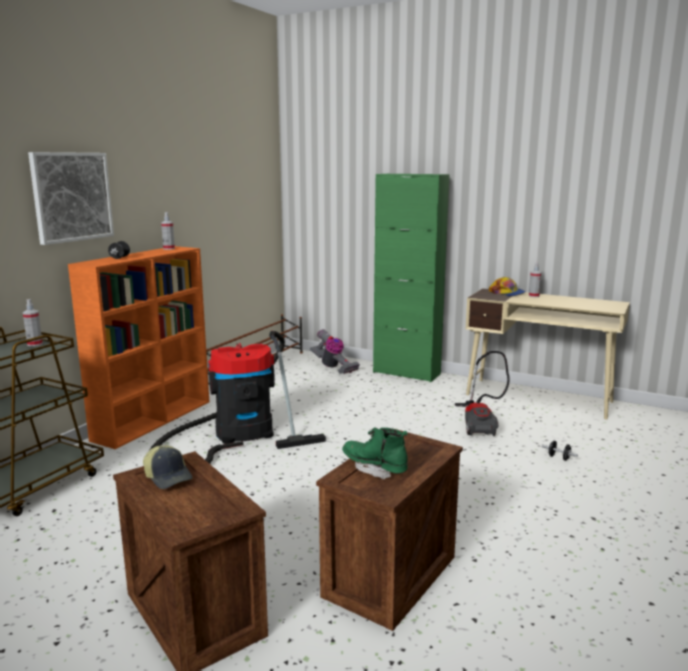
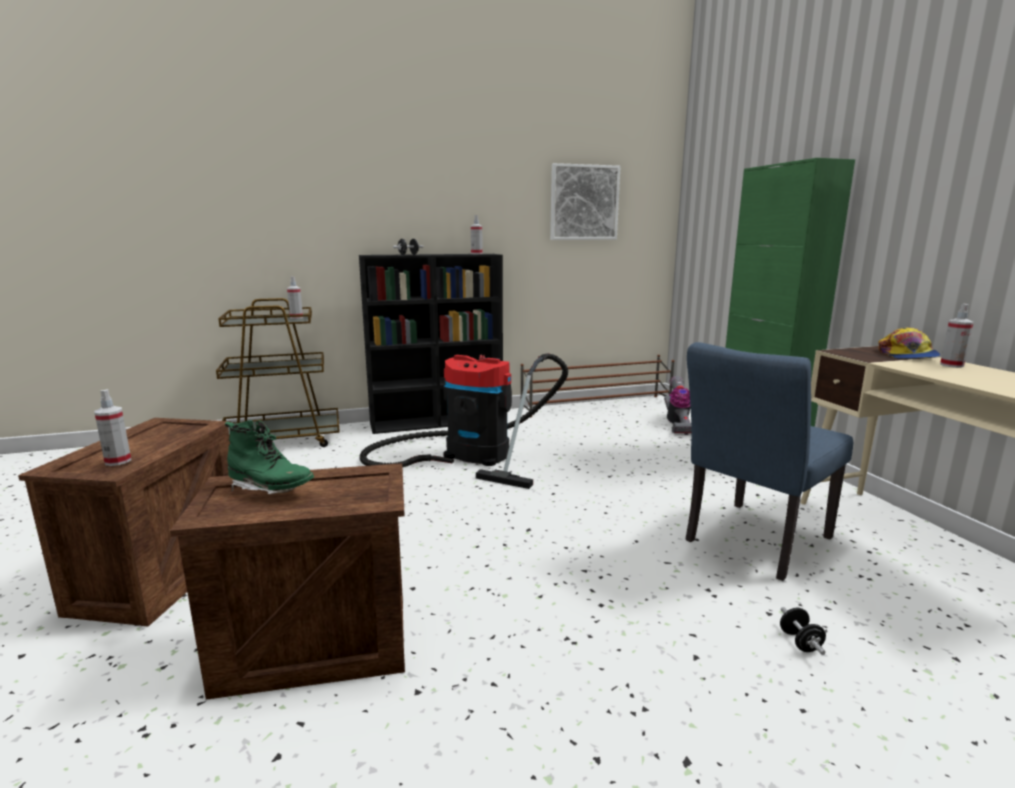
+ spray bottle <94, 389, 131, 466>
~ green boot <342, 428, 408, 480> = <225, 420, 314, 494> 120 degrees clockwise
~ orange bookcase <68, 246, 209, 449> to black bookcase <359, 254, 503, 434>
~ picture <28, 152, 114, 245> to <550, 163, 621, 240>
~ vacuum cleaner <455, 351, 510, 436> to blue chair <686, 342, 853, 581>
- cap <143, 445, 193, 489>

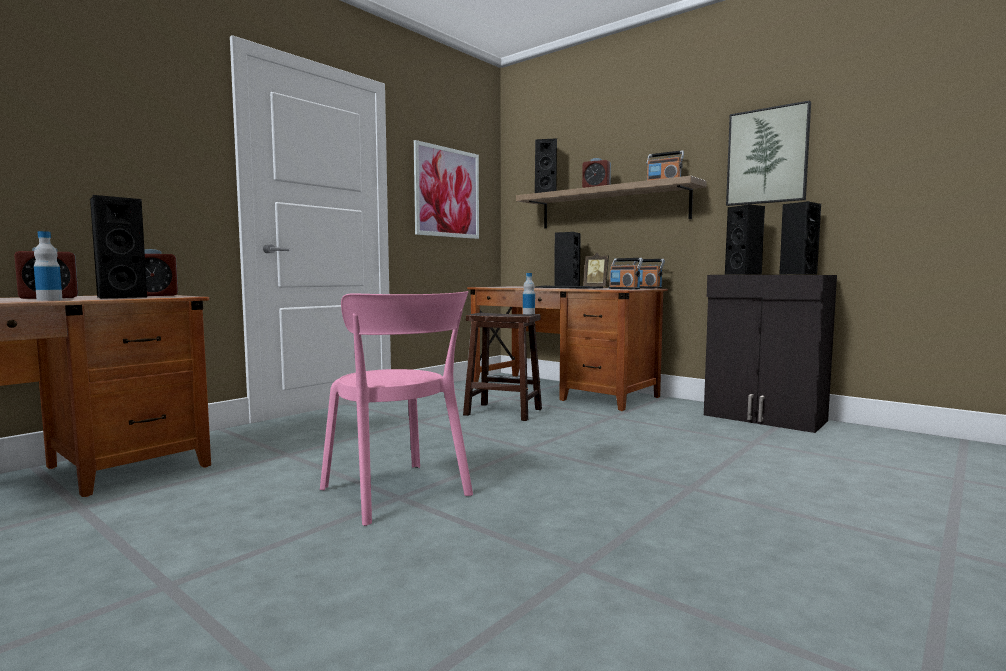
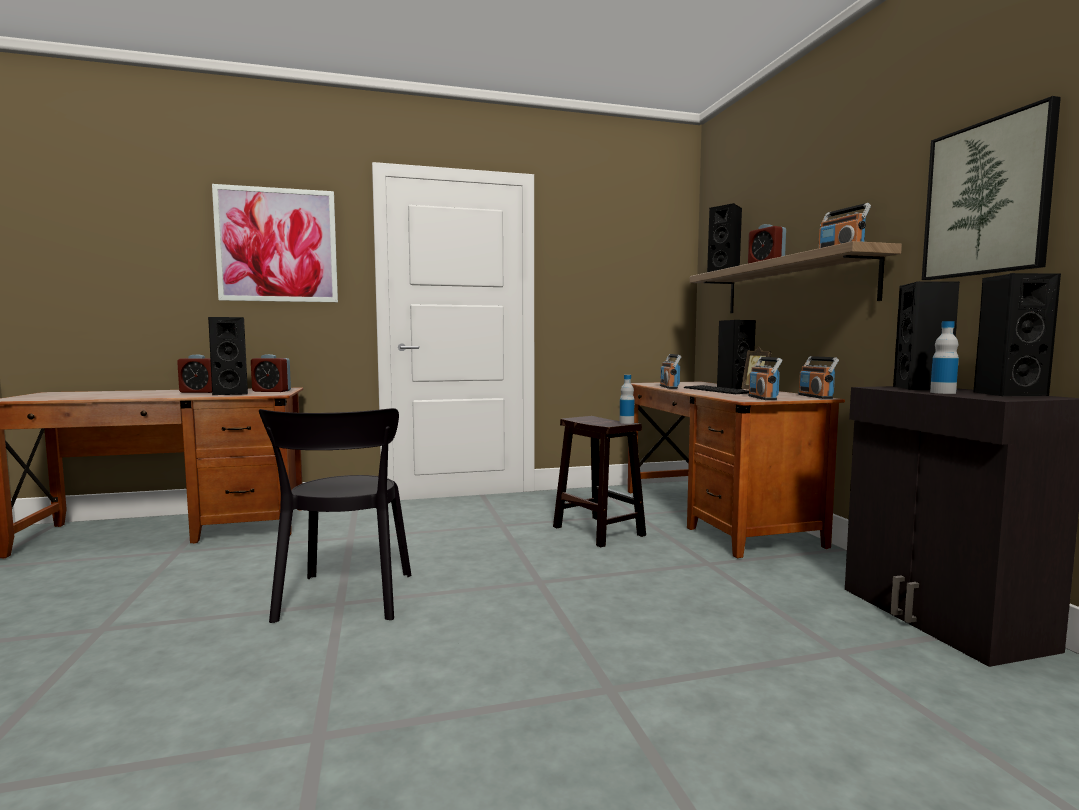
~ picture <414, 140, 479, 239> to <212, 184, 338, 302>
~ pink chair <320, 291, 473, 526> to black chair <259, 408, 411, 623>
+ radio <660, 354, 682, 389>
~ bottle <34, 231, 63, 301> to <930, 321, 959, 394>

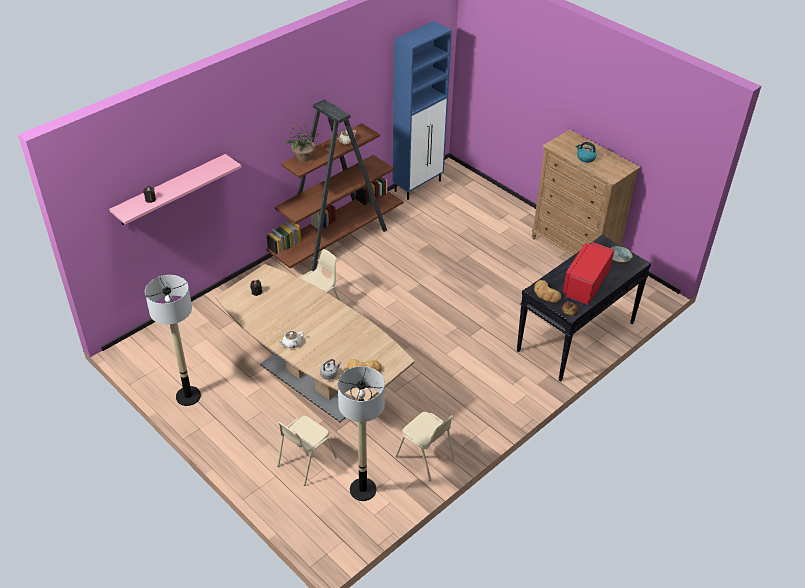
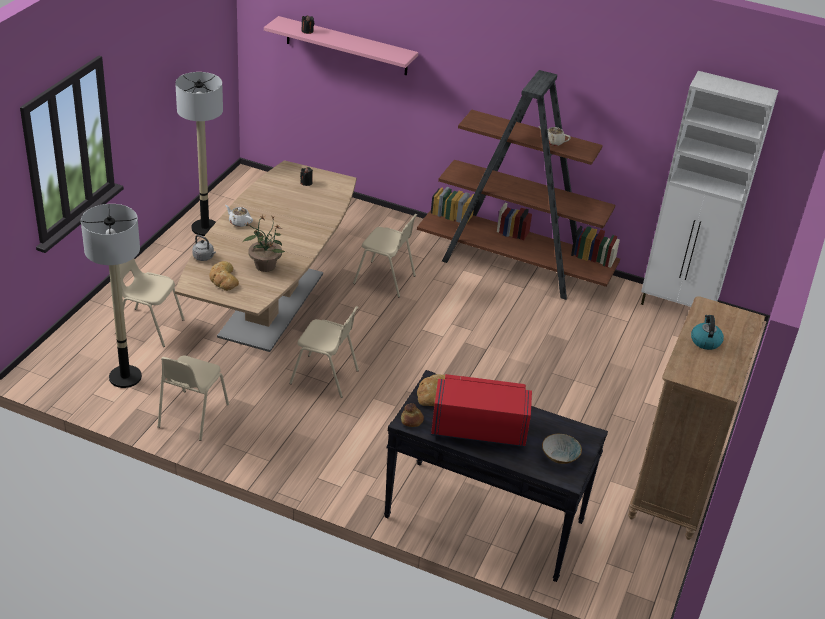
~ potted plant <286, 122, 319, 162> to <242, 215, 285, 272>
+ beige chair <289, 306, 359, 398>
~ blue cabinet <392, 21, 452, 200> to white cabinet <641, 71, 779, 307>

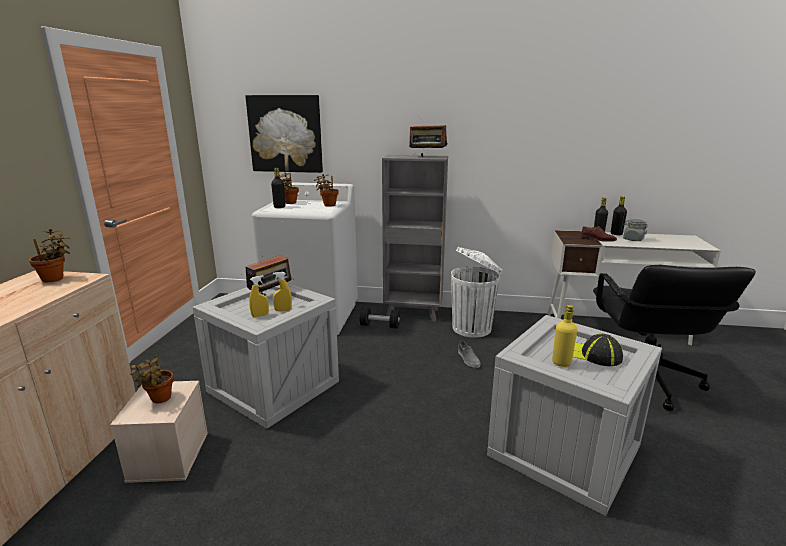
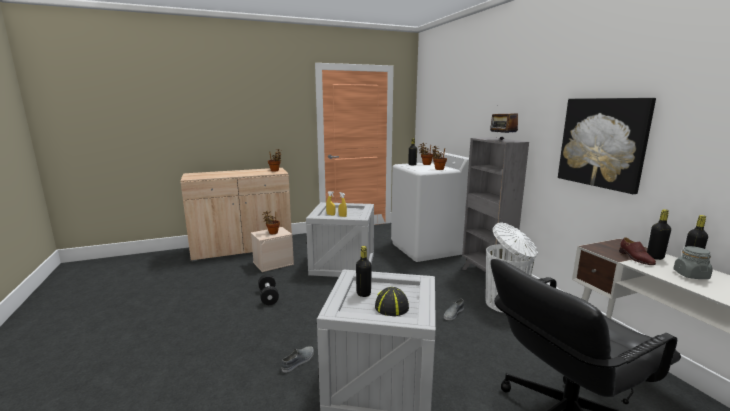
~ black dumbbell <360, 307, 400, 329> to <258, 274, 279, 305>
+ grey shoe <281, 346, 314, 372>
~ yellow bottle <552, 305, 577, 367> to black bottle <356, 246, 372, 297>
~ picture <245, 95, 323, 173> to <558, 98, 656, 194>
- radio <245, 255, 294, 296>

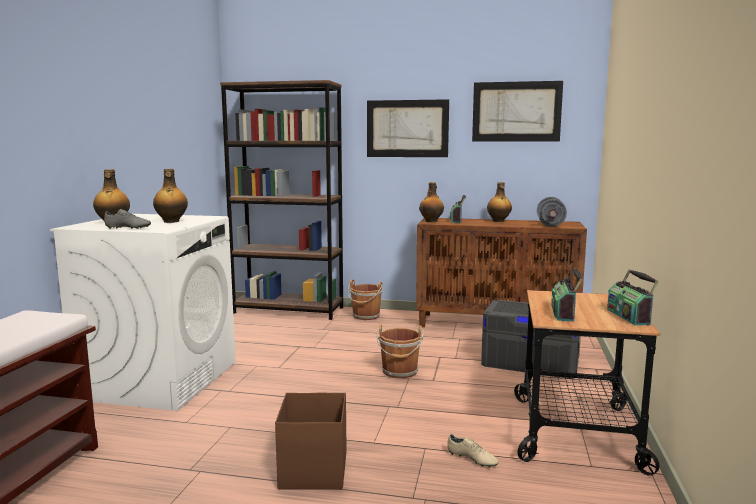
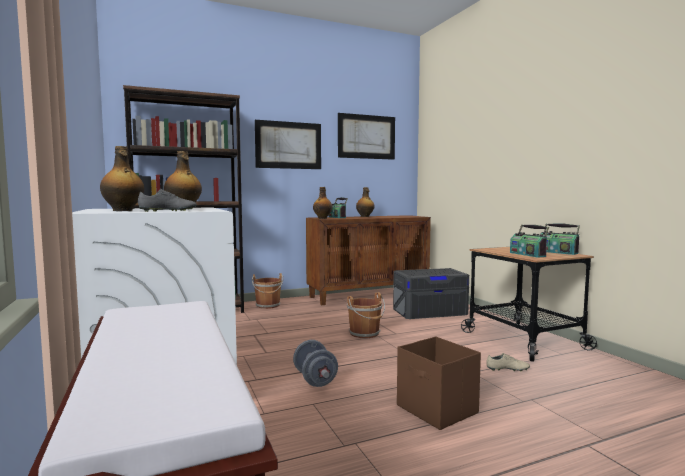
~ grey dumbbell <537, 197, 567, 227> to <293, 340, 338, 387>

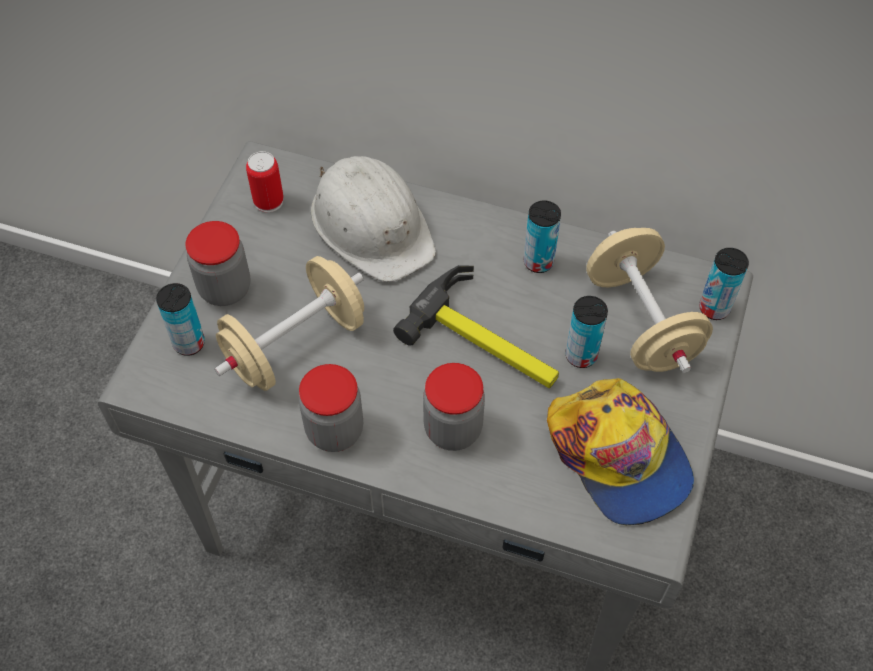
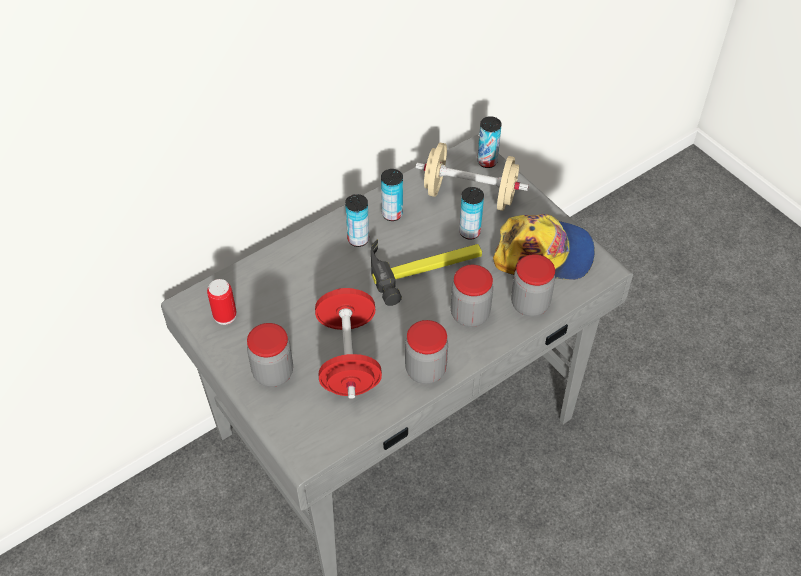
~ beige dumbbell <214, 256, 364, 391> to red dumbbell <315, 288, 382, 399>
~ can <156, 283, 205, 356> to <345, 194, 369, 247>
+ jar <511, 254, 555, 317>
- white hard hat <311, 156, 436, 282>

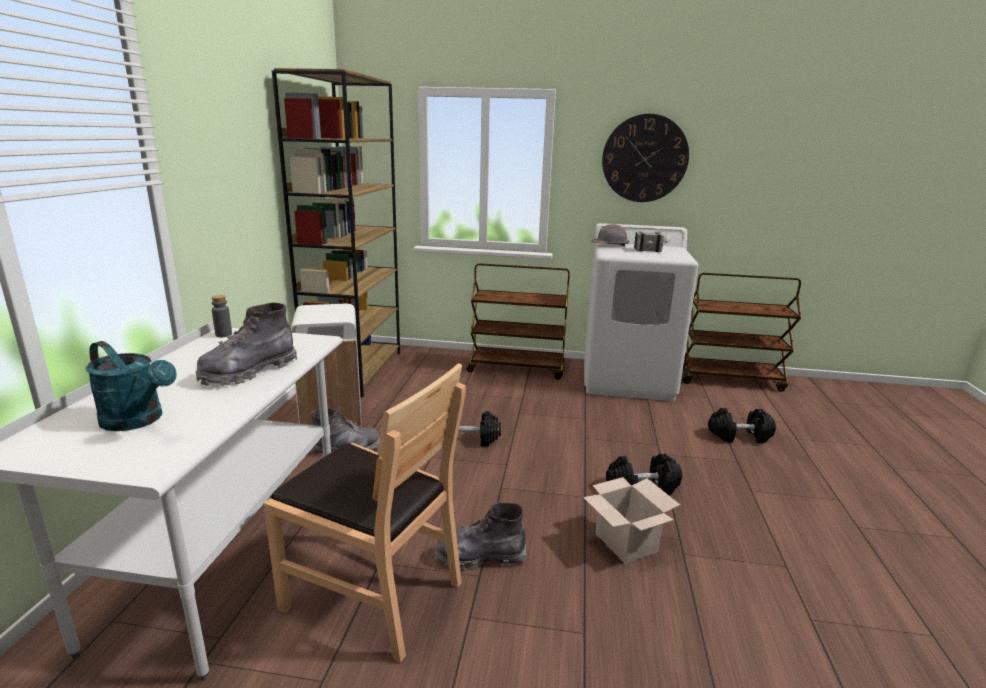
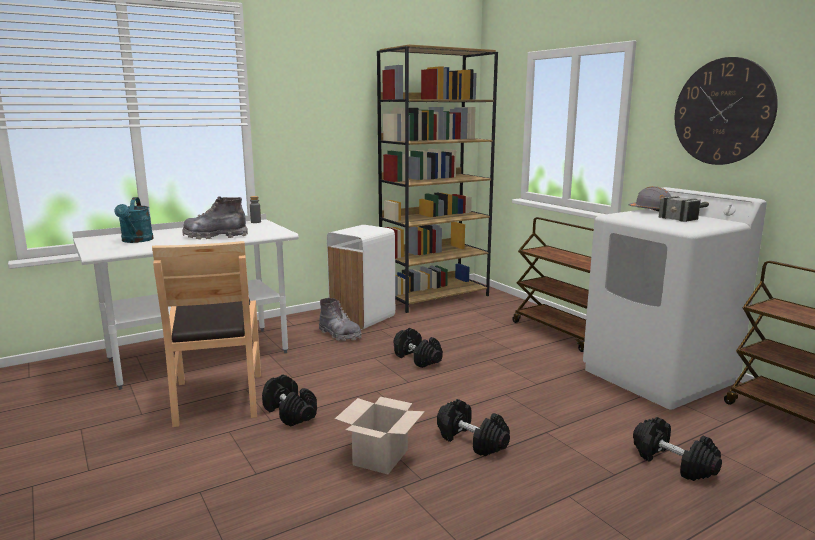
~ grey boot <435, 503, 527, 571> to black dumbbell <262, 375, 317, 427>

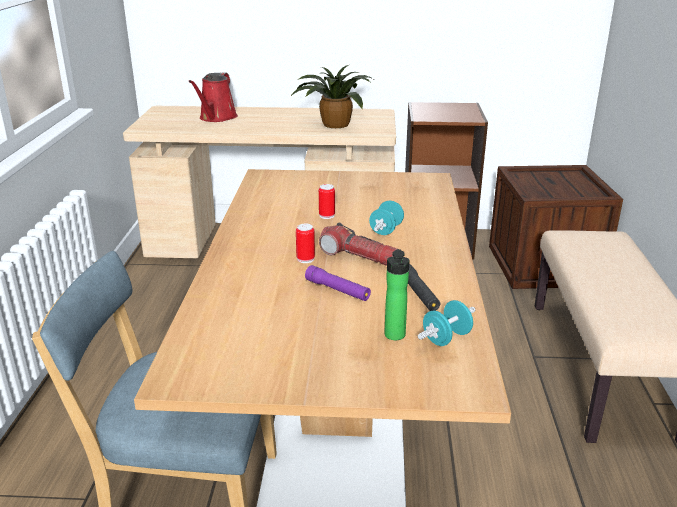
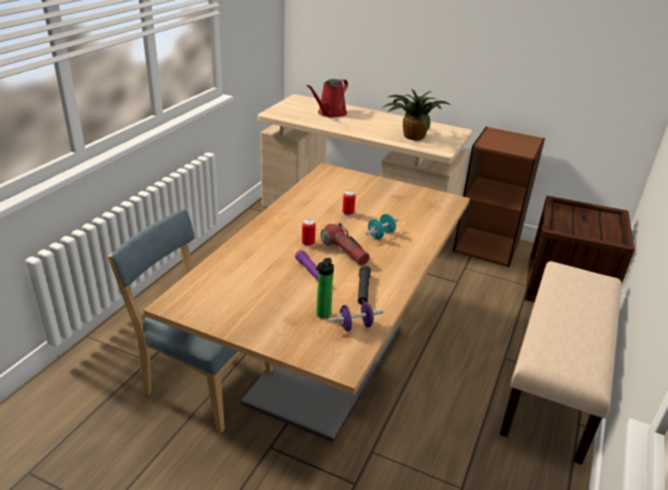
~ turquoise dumbbell <418, 300, 475, 346> to purple dumbbell <329, 302, 383, 331>

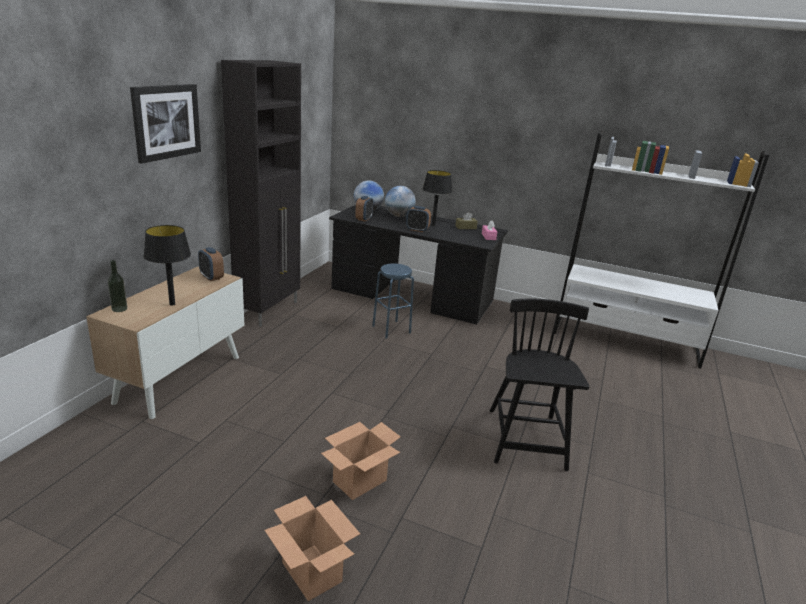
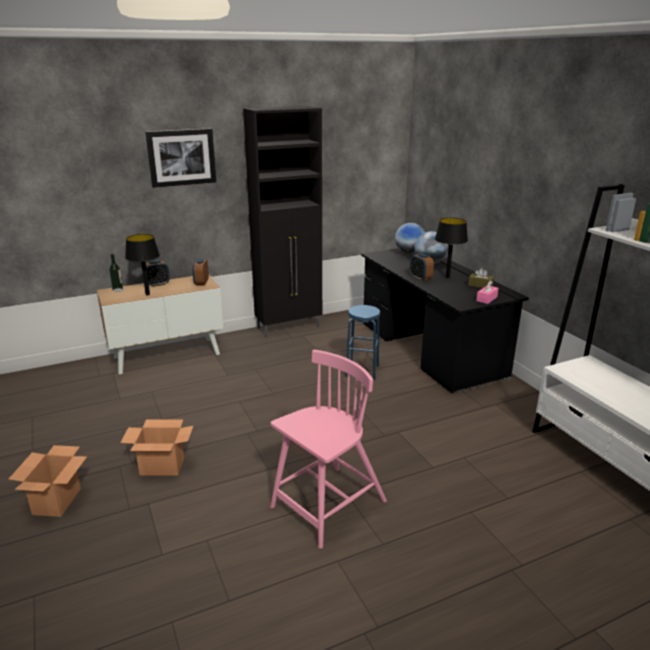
~ alarm clock <355, 196, 373, 221> to <146, 260, 170, 287>
~ black chair <490, 299, 590, 471> to pink chair <270, 350, 387, 549>

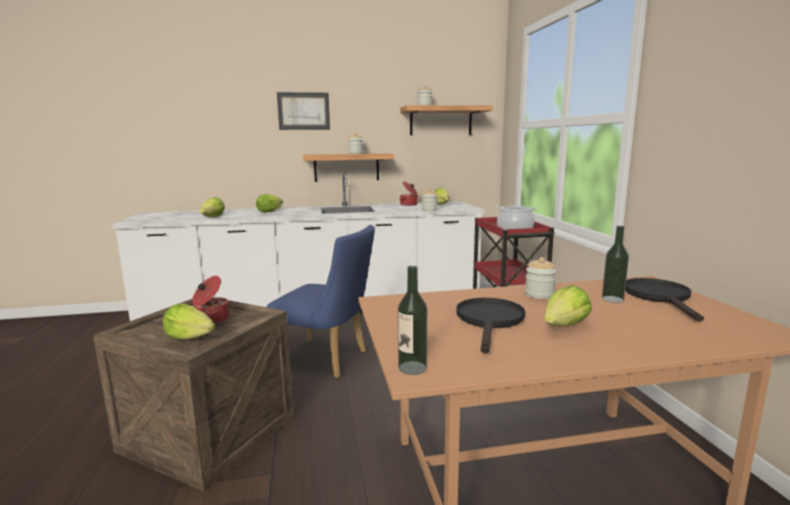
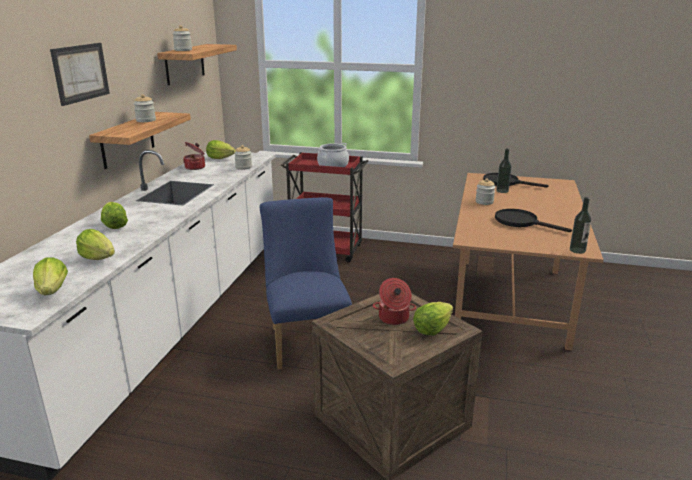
~ lettuce <544, 285, 592, 327> to <33, 257, 68, 295>
~ blue chair <266, 225, 375, 378> = <260, 197, 352, 370> 60 degrees counterclockwise

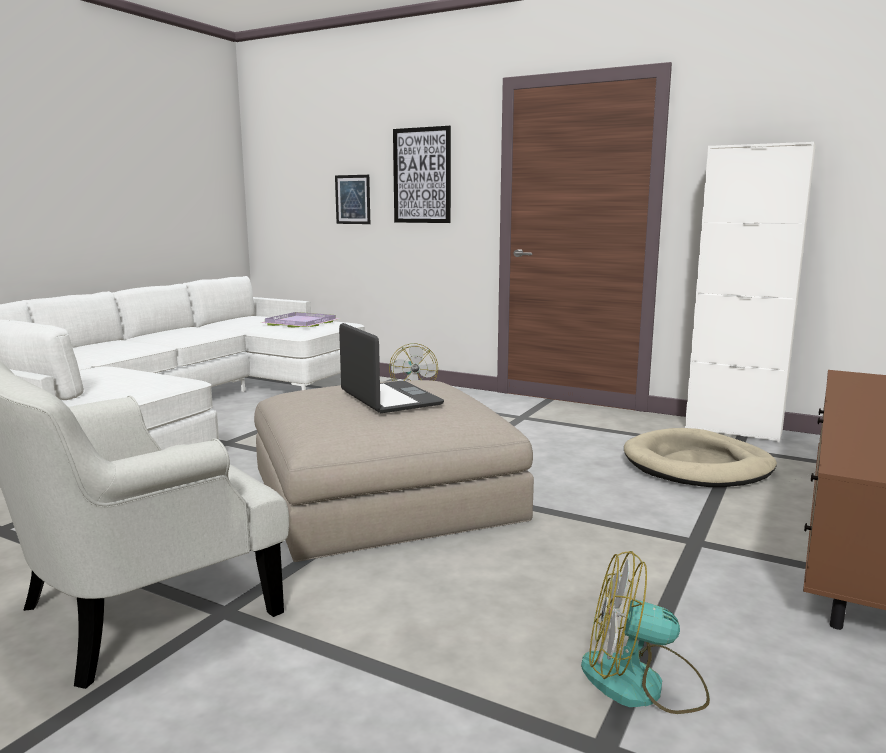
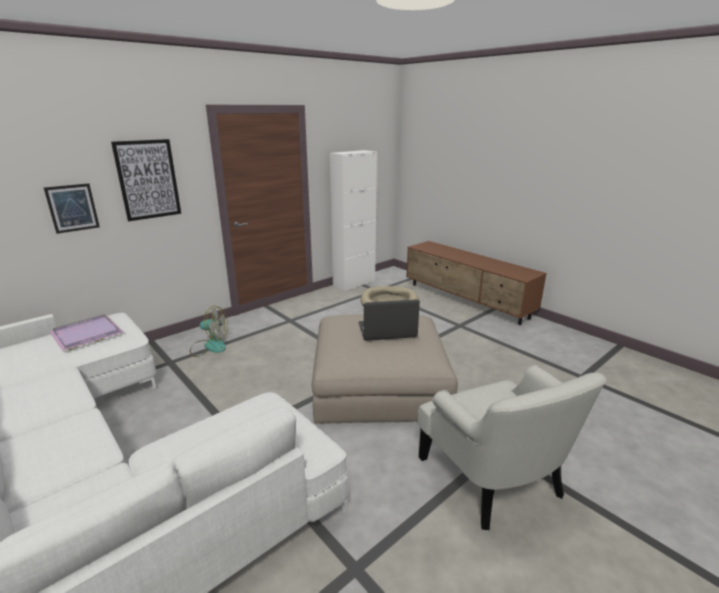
- fan <581, 551, 710, 714>

